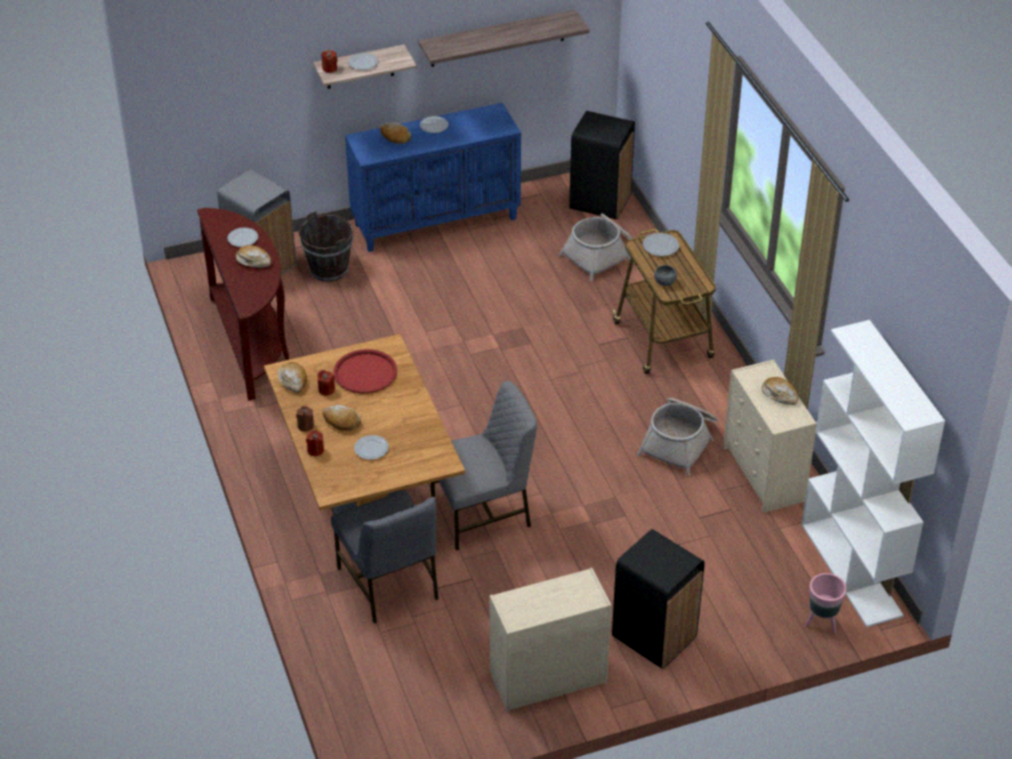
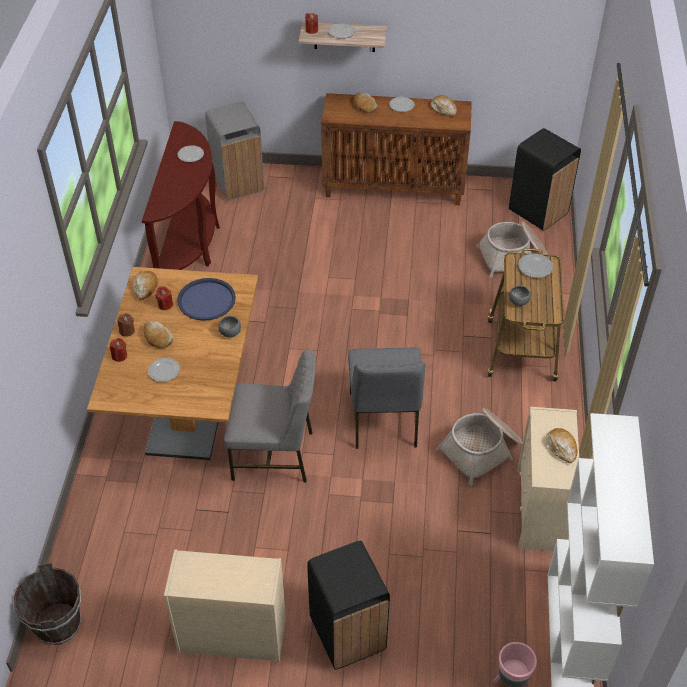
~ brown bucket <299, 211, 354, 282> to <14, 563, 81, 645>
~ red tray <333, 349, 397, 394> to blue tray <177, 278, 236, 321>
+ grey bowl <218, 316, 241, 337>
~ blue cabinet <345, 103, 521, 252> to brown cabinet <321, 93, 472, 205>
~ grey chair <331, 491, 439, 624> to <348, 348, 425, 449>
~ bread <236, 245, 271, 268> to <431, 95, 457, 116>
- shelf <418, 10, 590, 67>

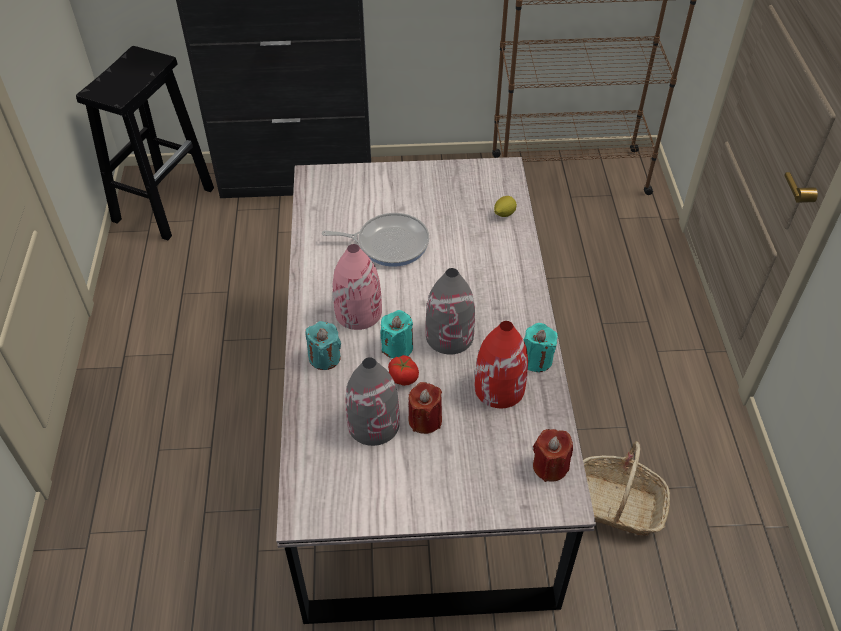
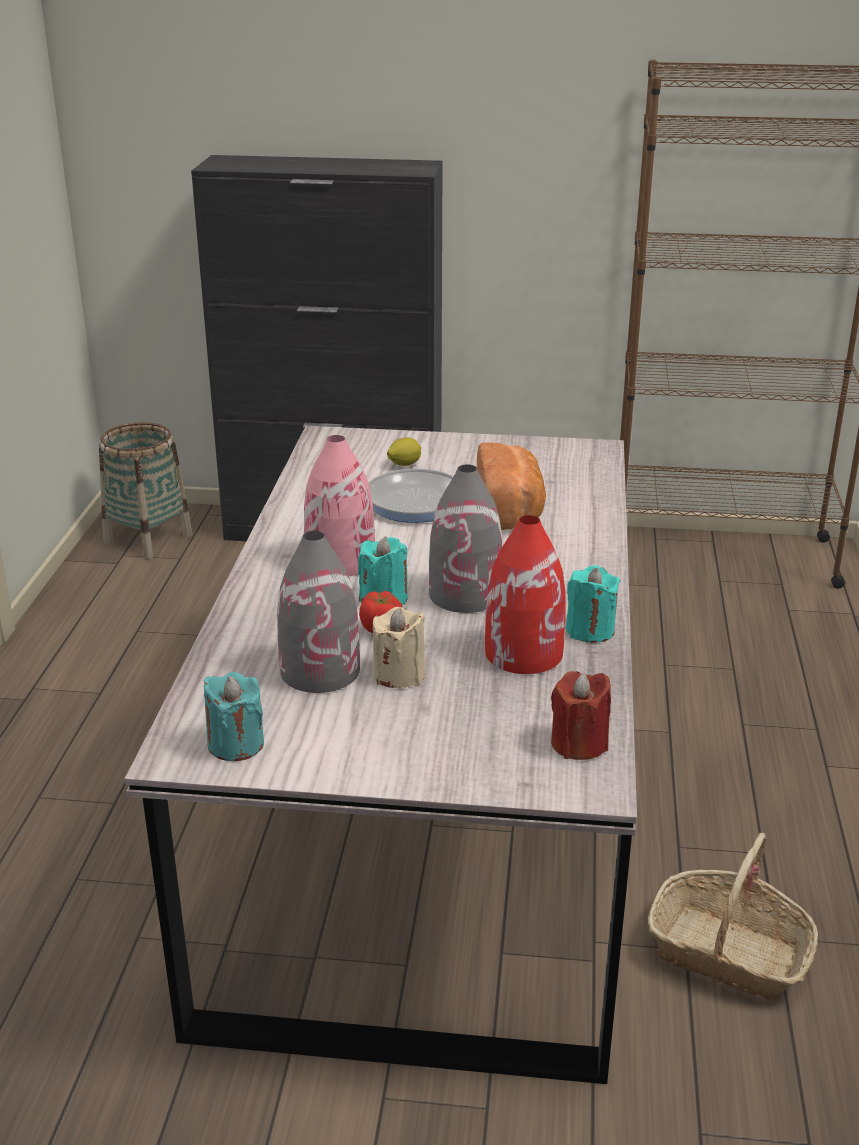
~ black stool <76, 46, 214, 240> to basket <99, 422, 192, 559>
~ turquoise candle <306, 321, 341, 370> to <204, 672, 264, 761>
~ red candle <408, 382, 442, 434> to beige candle <373, 607, 425, 688>
~ lemon <494, 196, 517, 217> to <387, 437, 421, 466>
+ bread <477, 442, 546, 530>

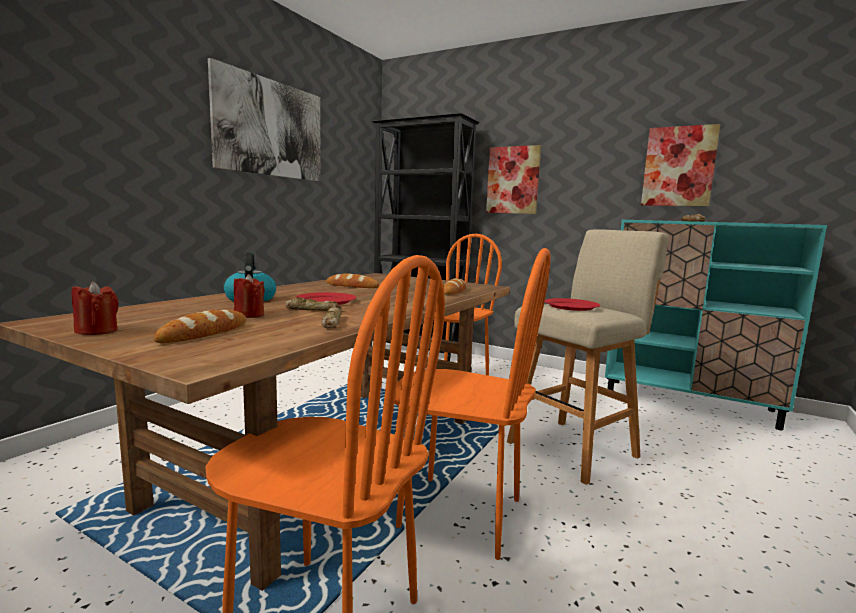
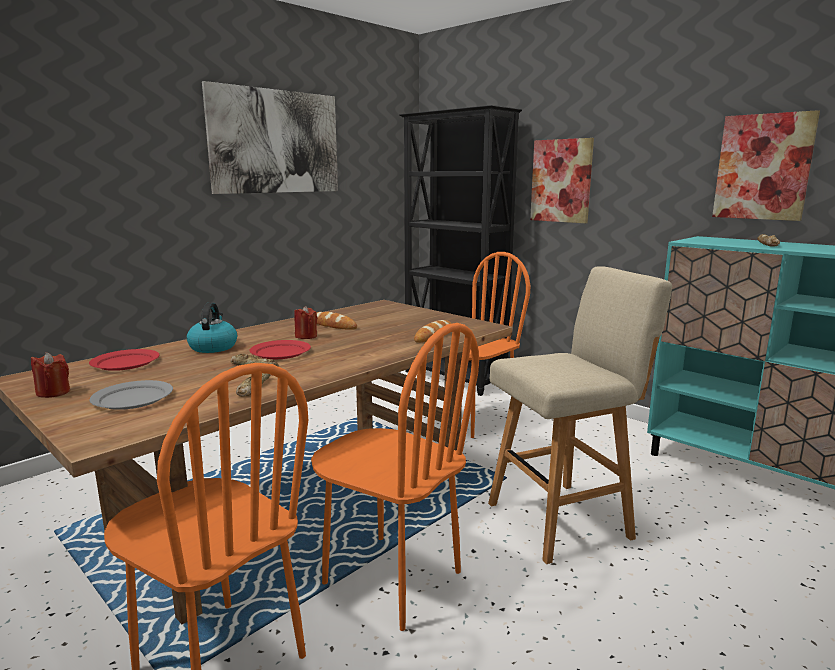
~ red plate <545, 298, 600, 311> to <89, 349, 160, 371>
~ bread <154, 310, 246, 343> to grey plate <90, 380, 173, 410>
~ red candle <234, 274, 265, 318> to <294, 306, 317, 339>

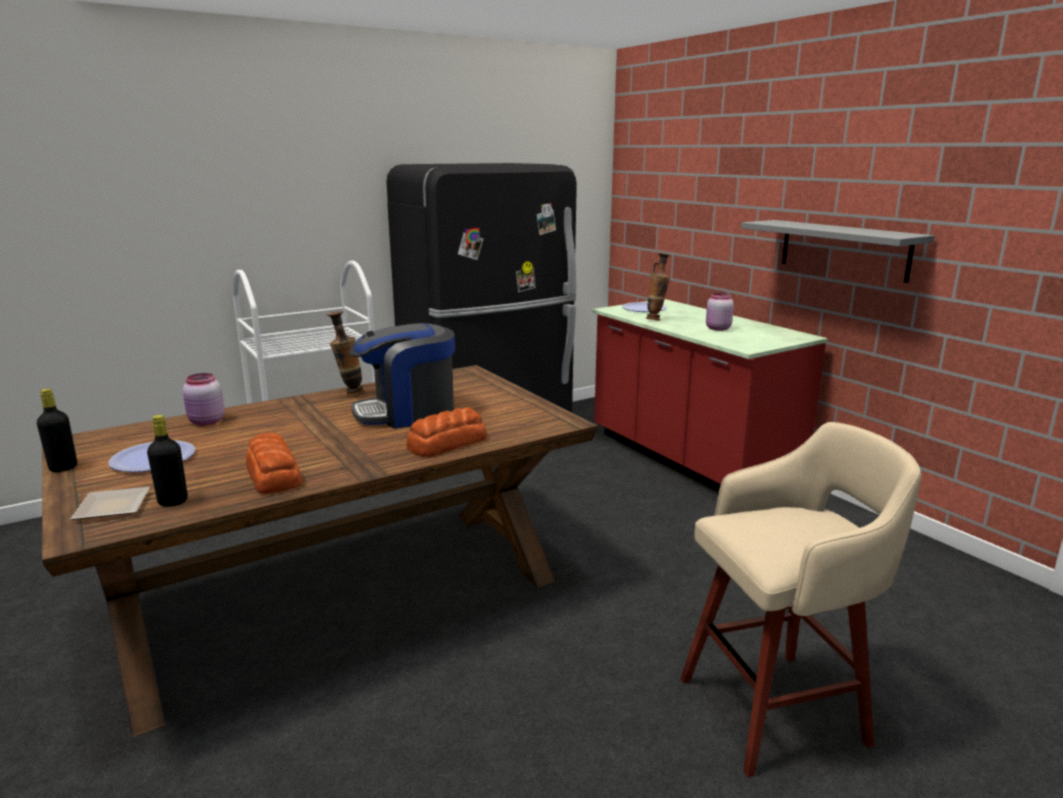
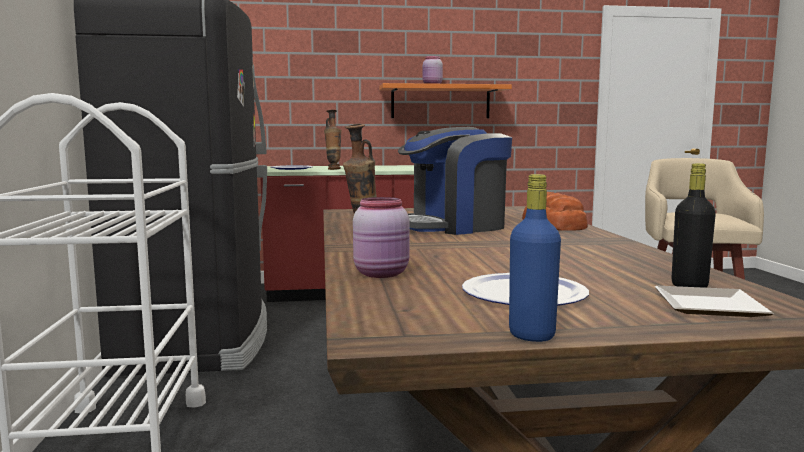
~ grey shelf <741, 220, 934, 283> to orange shelf <379, 83, 512, 118>
~ coffee machine <349, 323, 455, 429> = <398, 127, 512, 235> 60 degrees clockwise
~ pink jar <706, 293, 734, 331> to <423, 56, 443, 84>
~ black bottle <37, 389, 77, 472> to blue bottle <509, 174, 561, 342>
- bread <246, 433, 303, 494>

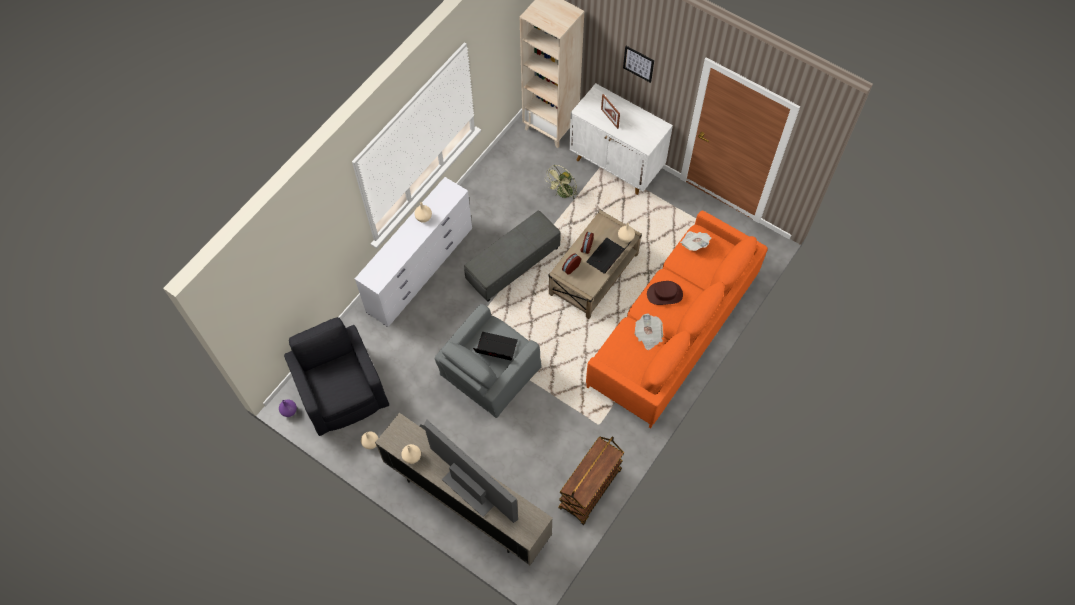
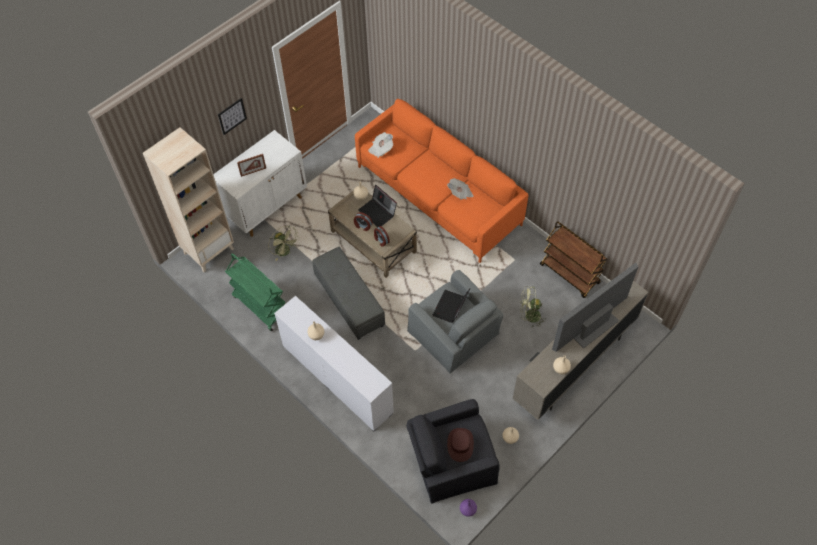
+ green cart <225, 253, 286, 332>
~ brown hat <647, 281, 683, 305> to <447, 428, 474, 462>
+ green fan <520, 286, 543, 327>

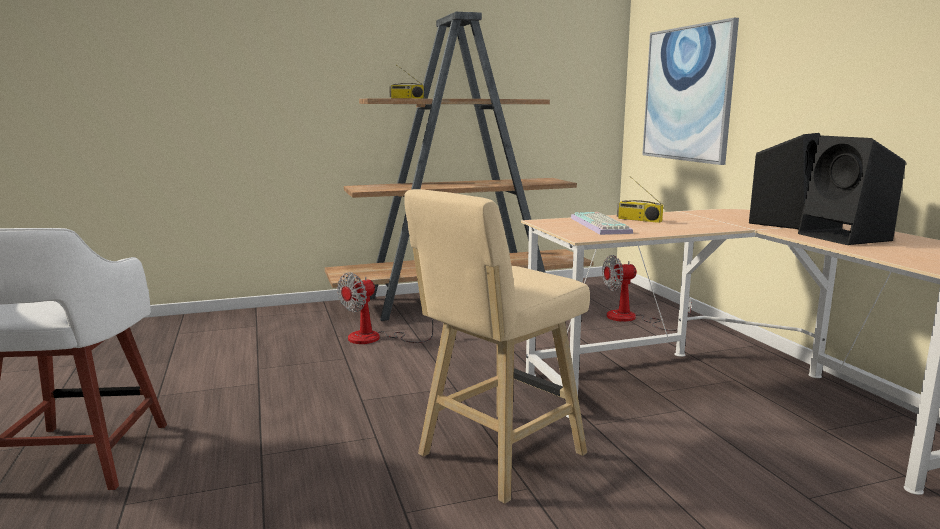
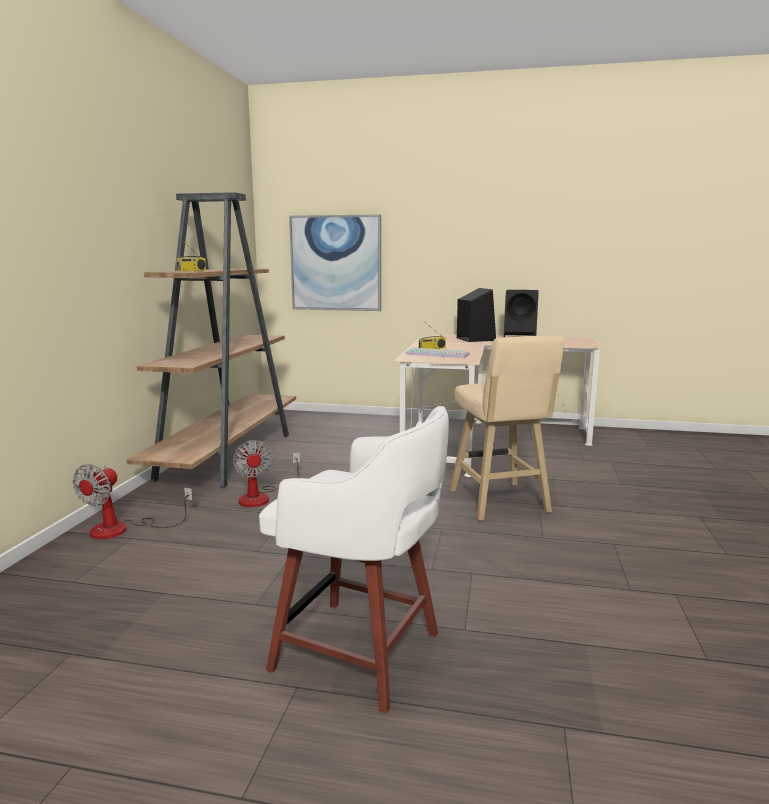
~ fan <602, 255, 692, 331> to <72, 464, 193, 539>

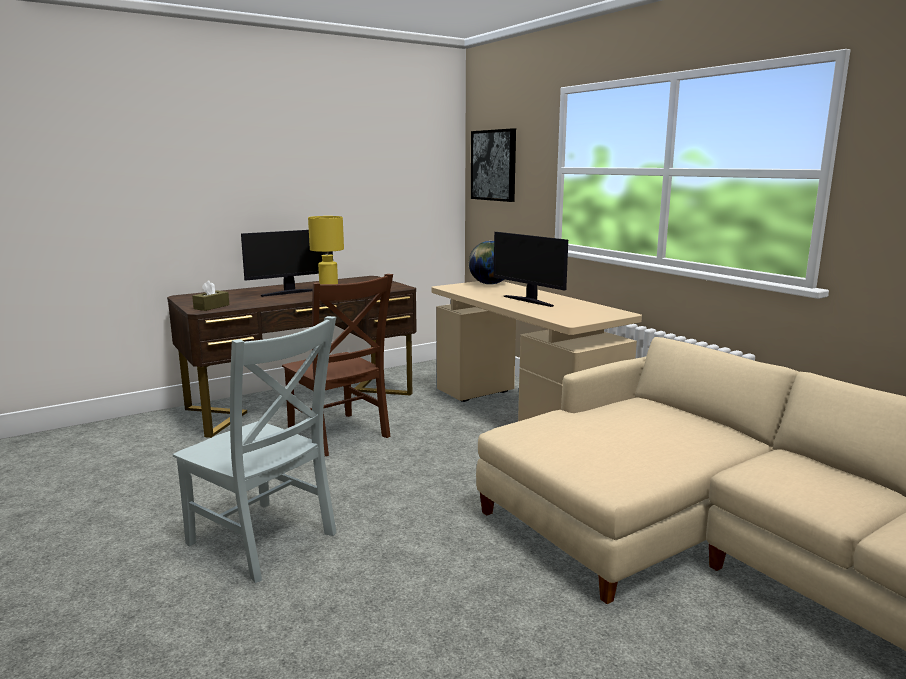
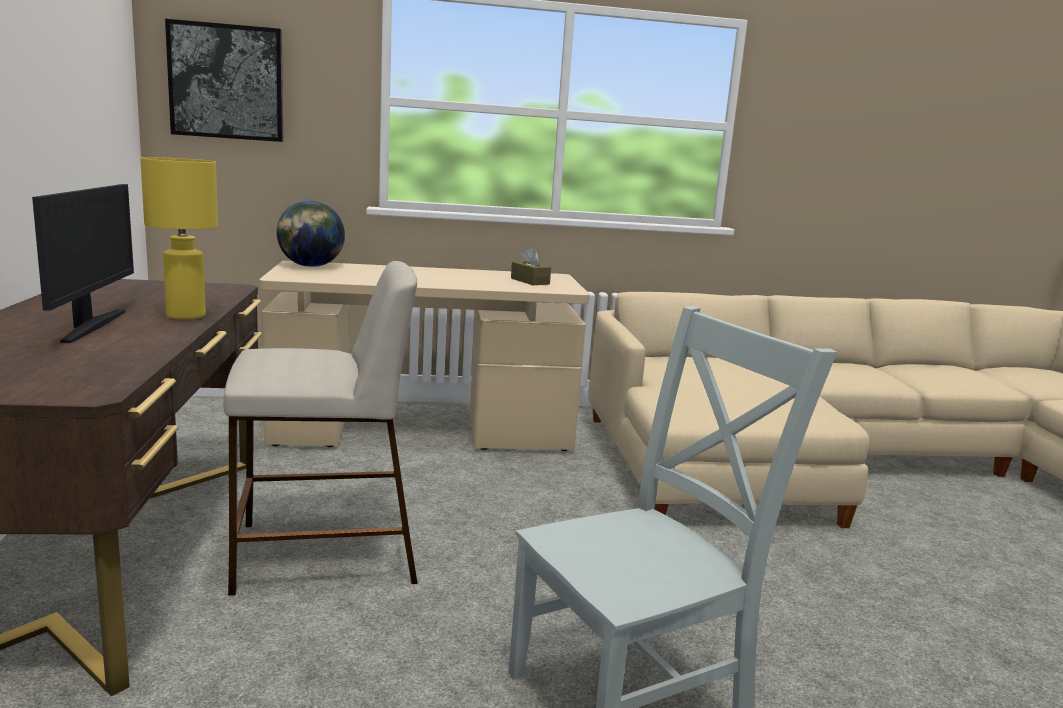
~ brown chair <282, 274, 393, 456> to beige stool <223, 261, 418, 596>
~ brown tissue box <192, 280, 229, 311> to <511, 248, 551, 285>
- monitor <494, 232, 568, 307>

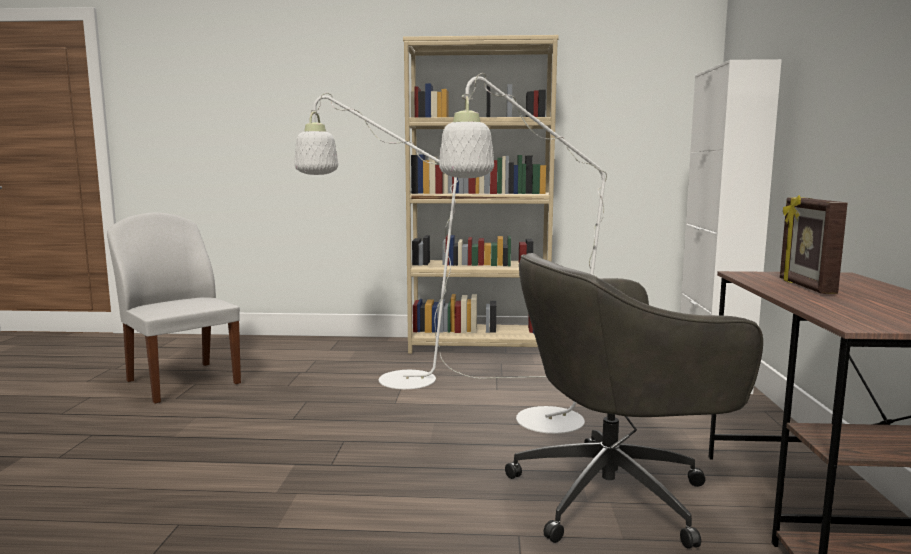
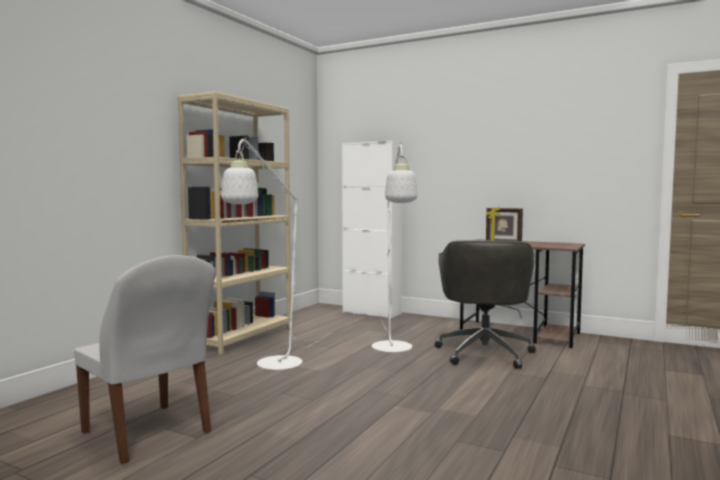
~ white chair <107, 212, 241, 404> = <74, 255, 215, 464> 120 degrees counterclockwise

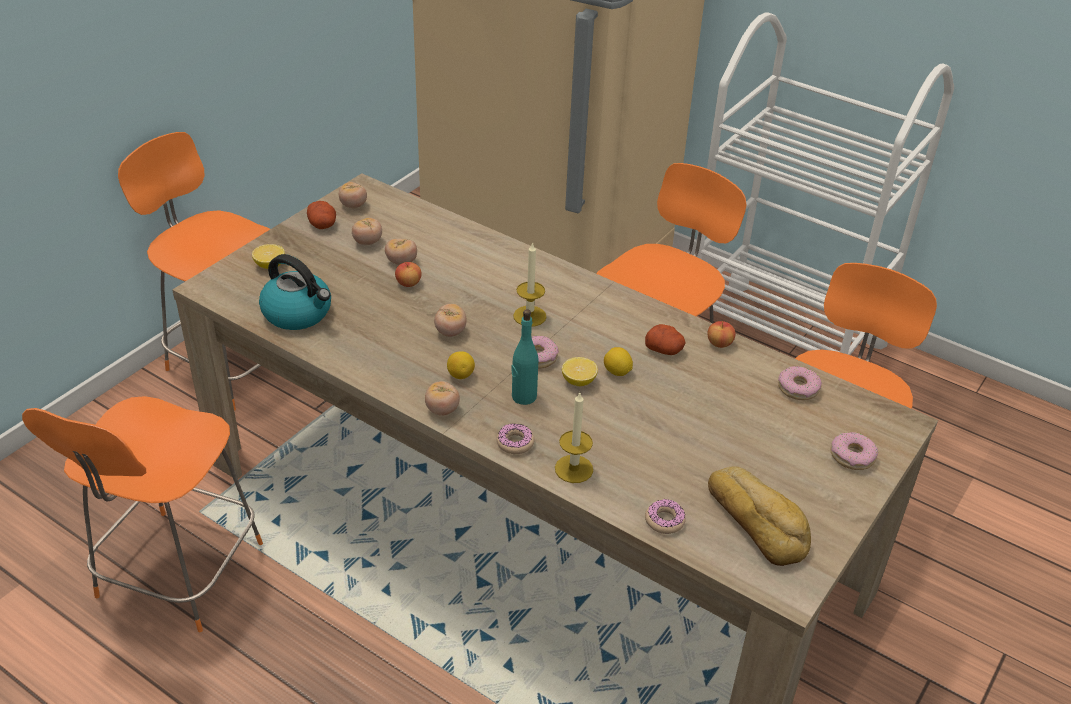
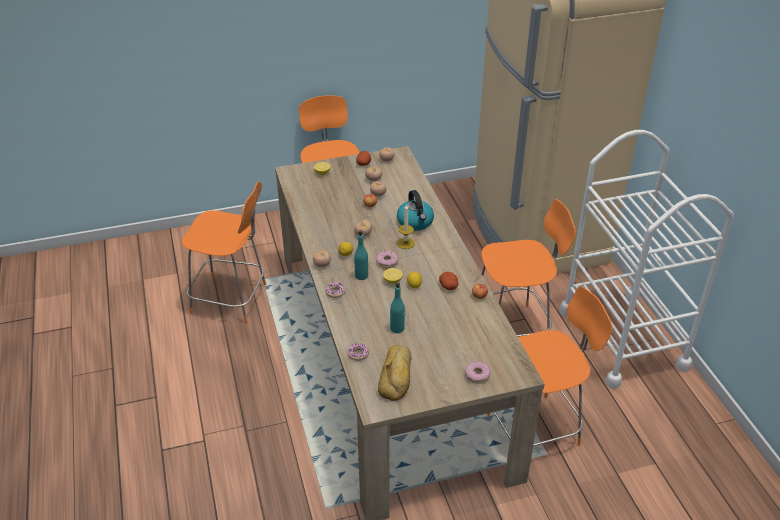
~ orange chair <22, 396, 263, 632> = <182, 182, 266, 323> 135 degrees counterclockwise
+ turquoise bottle <390, 282, 405, 333>
~ kettle <259, 254, 331, 330> to <397, 190, 434, 231>
- candle <555, 391, 593, 483>
- donut <778, 366, 822, 400>

